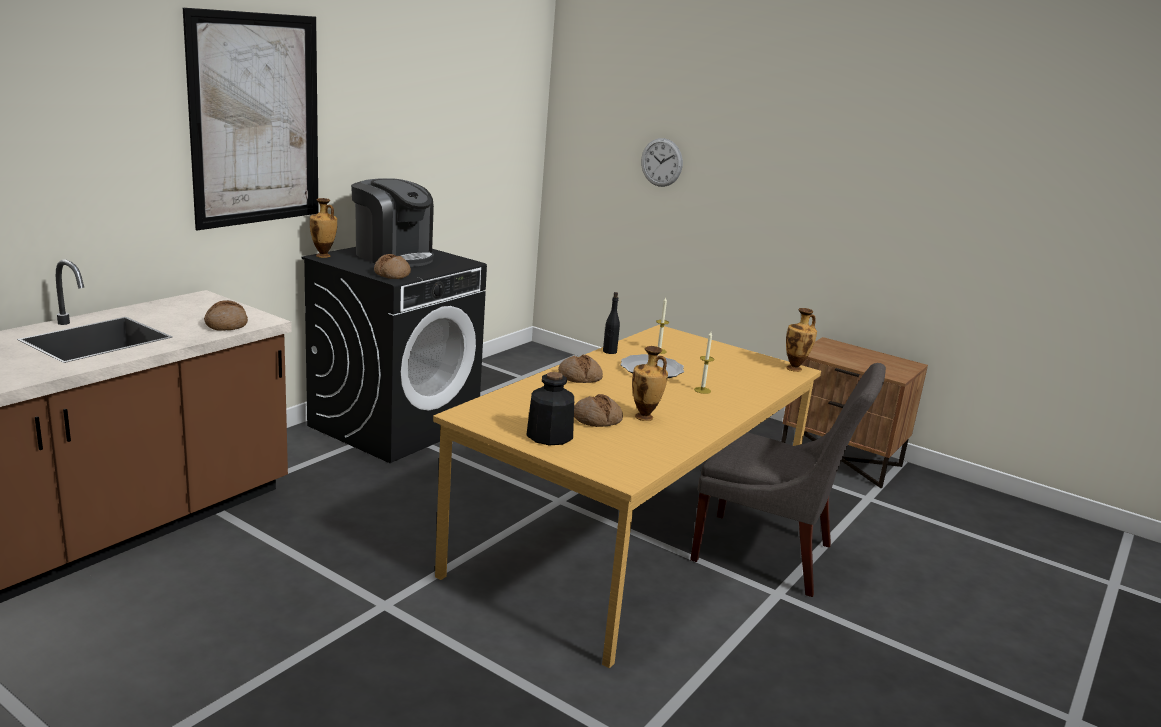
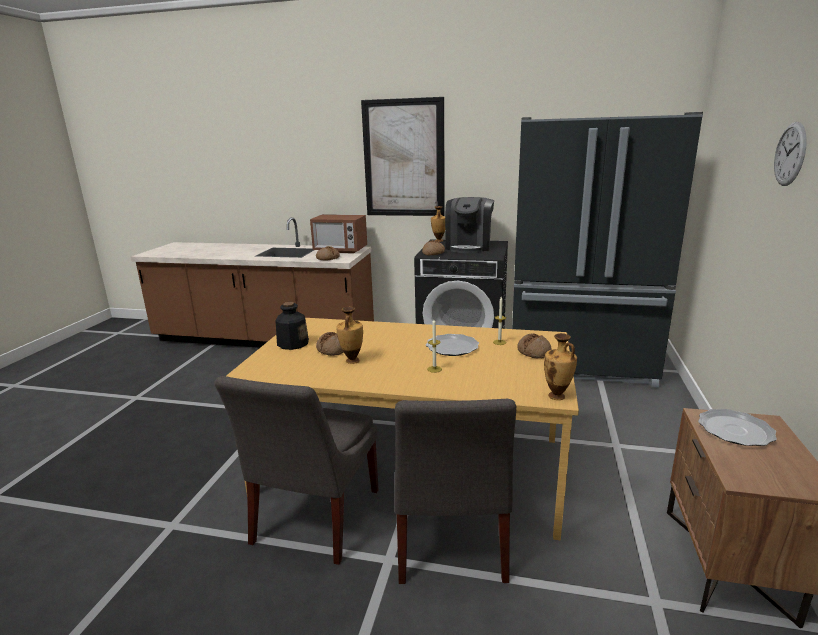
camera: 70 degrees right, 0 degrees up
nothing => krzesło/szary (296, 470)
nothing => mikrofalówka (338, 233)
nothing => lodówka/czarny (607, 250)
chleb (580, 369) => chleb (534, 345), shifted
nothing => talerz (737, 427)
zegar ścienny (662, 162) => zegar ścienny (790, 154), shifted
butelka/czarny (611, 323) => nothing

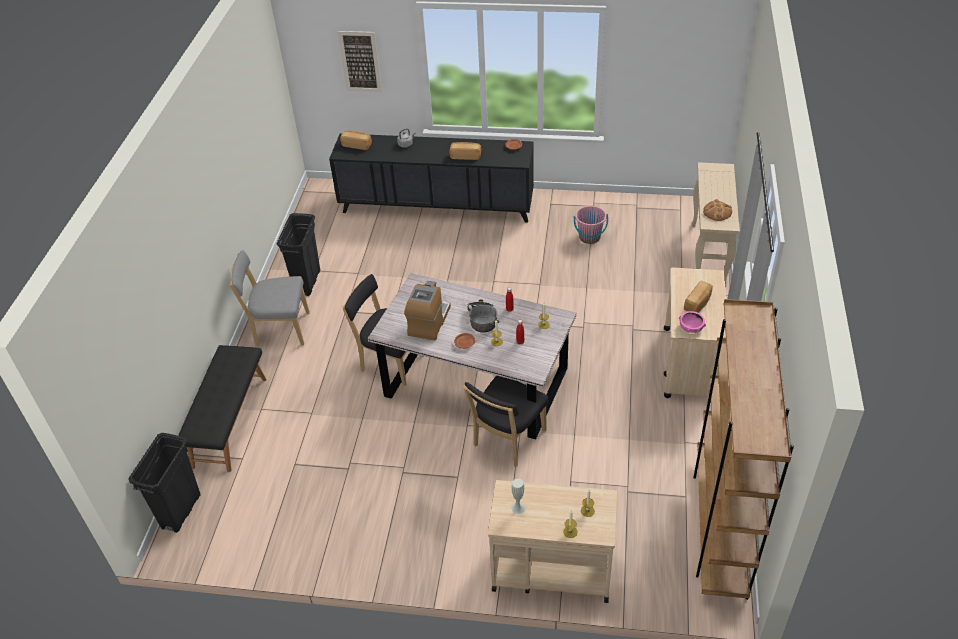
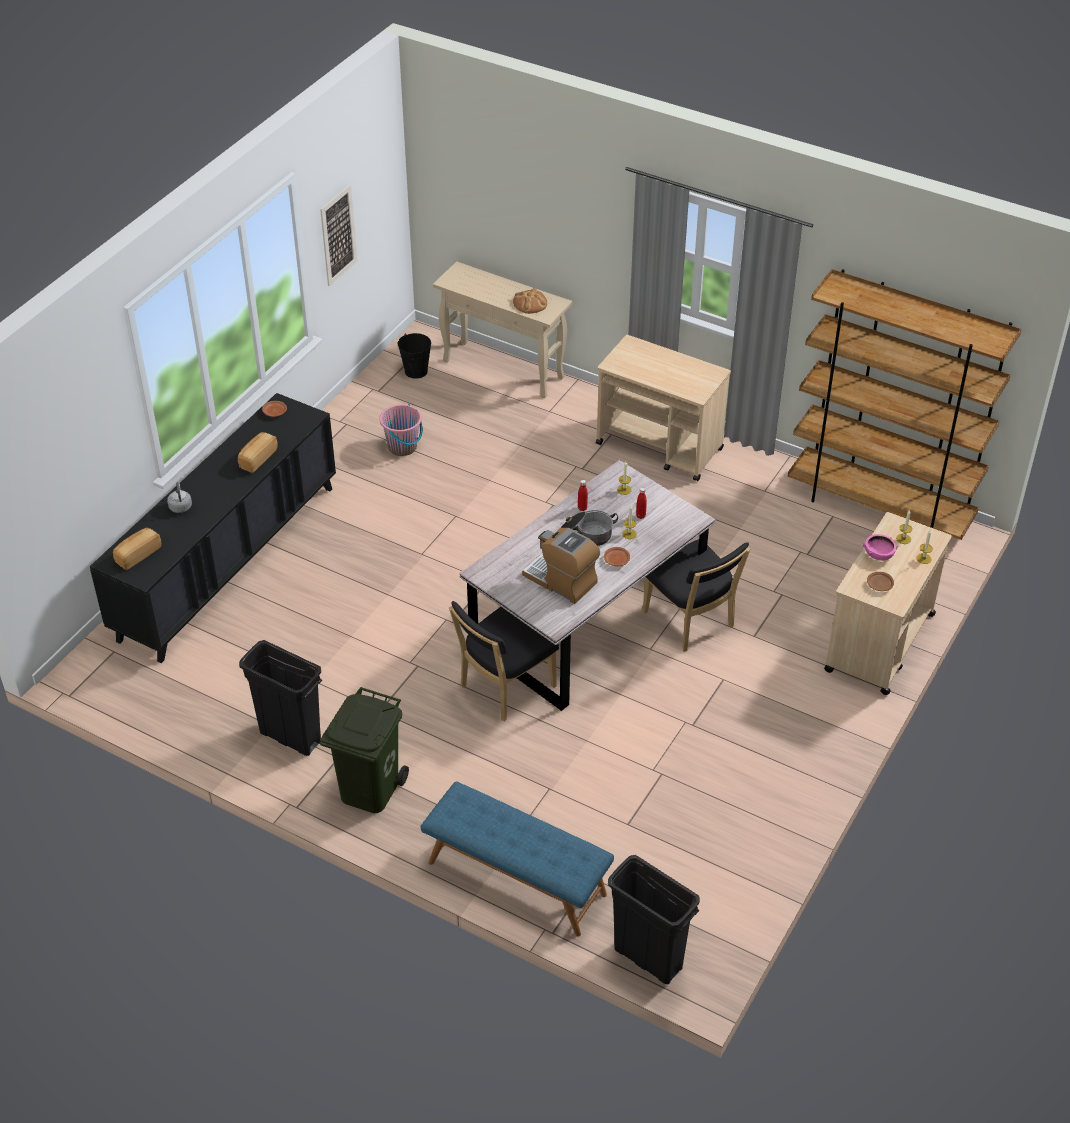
camera: 70 degrees left, 0 degrees up
obraz (359, 61) => obraz (338, 235), shifted
krzesło/szary (269, 298) => kosz na śmieci/zielony (364, 750)
nothing => wiadro/czarny (414, 356)
ławka/czarny (222, 408) => ławka/niebieski (517, 859)
miska/różowy (692, 322) => miska/różowy (880, 547), shifted
wazon/biały (518, 496) => talerz/brązowy (880, 581)
chleb (698, 297) => nothing

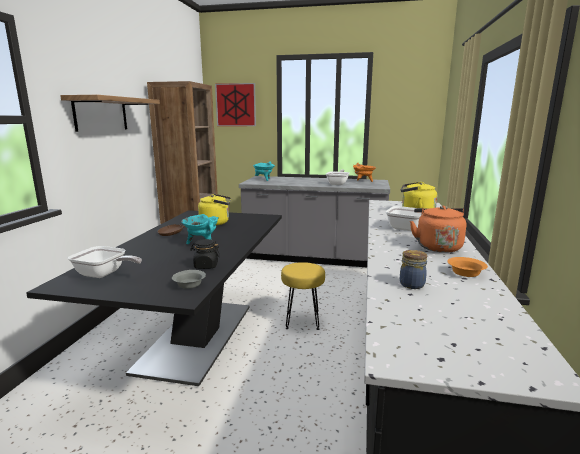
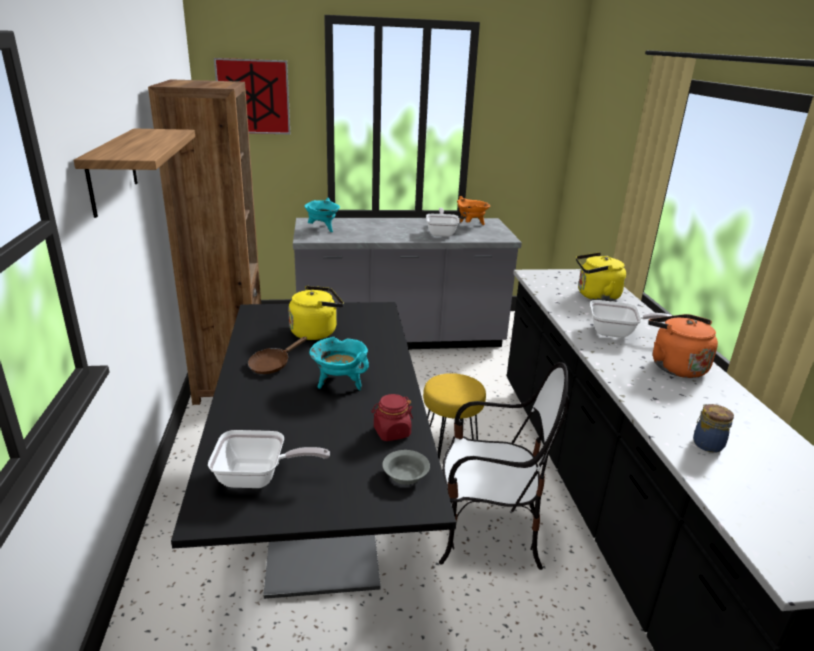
camera: 20 degrees left, 10 degrees up
słoik/czarny (205, 254) => słoik/czerwony (392, 417)
nothing => krzesło (504, 466)
miska/pomarańczowy (467, 267) => nothing

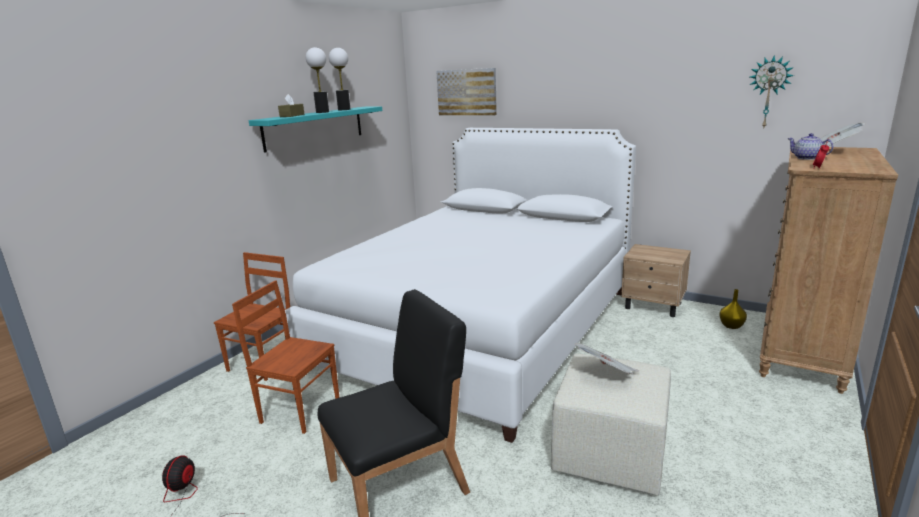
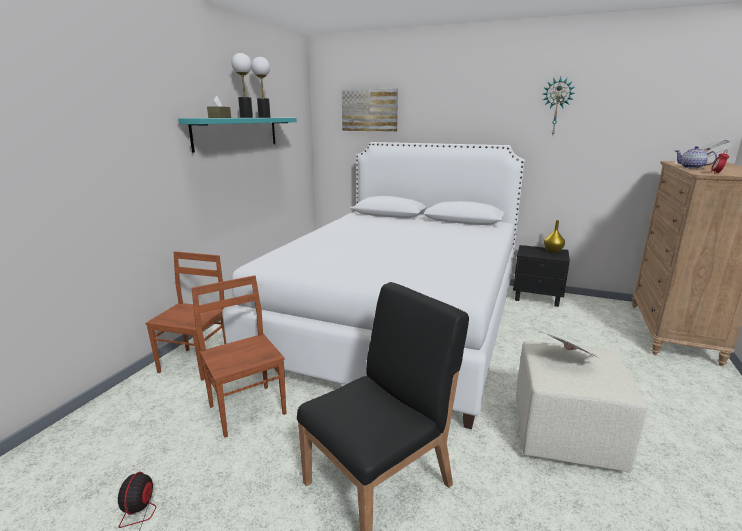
camera: 10 degrees left, 0 degrees up
krzesło/brązowy (285, 357) => krzesło/brązowy (239, 356), 45 degrees clockwise
szafka nocna/beżowy (656, 280) => szafka nocna/czarny (541, 276)
zegar ścienny (772, 91) => zegar ścienny (559, 105), shifted
wazon/żółty (733, 309) => wazon/żółty (554, 236), shifted

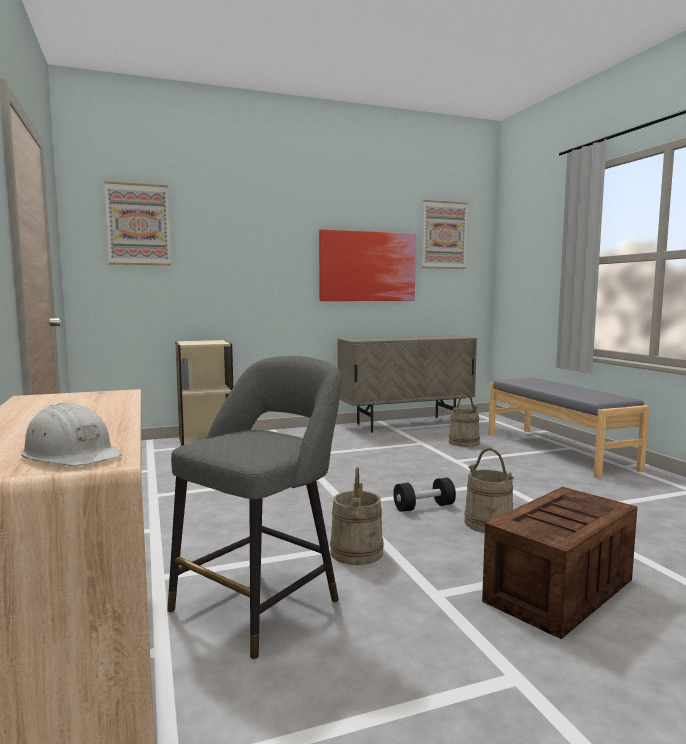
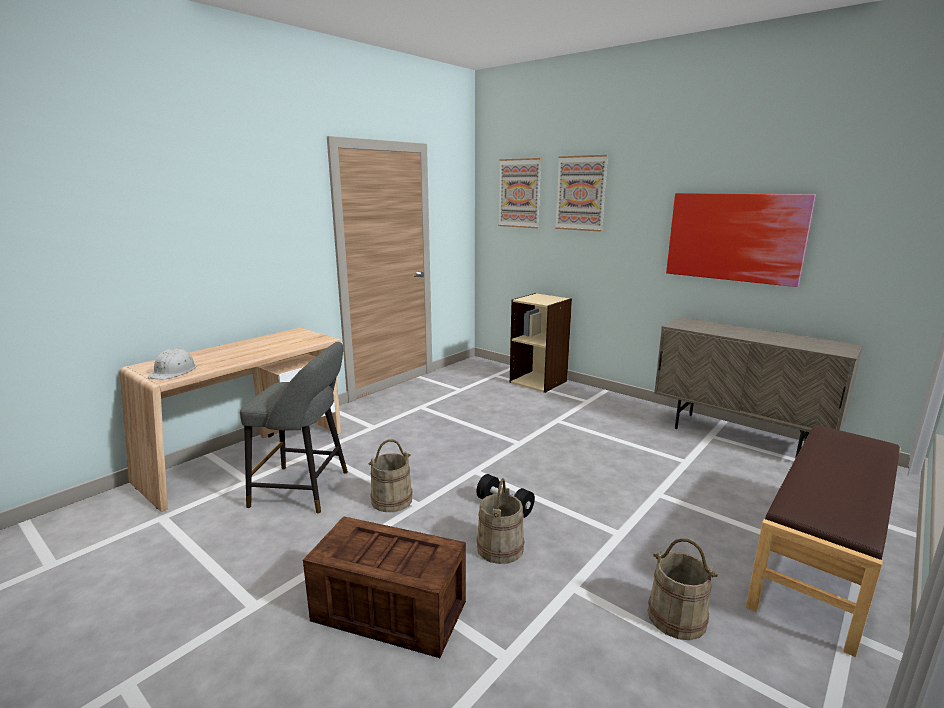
camera: 60 degrees right, 10 degrees up
obraz (445, 234) => obraz (581, 193), shifted
wiadro/beżowy (464, 420) => wiadro/beżowy (683, 589), shifted
ławka/szary (569, 428) => ławka/brązowy (823, 541)

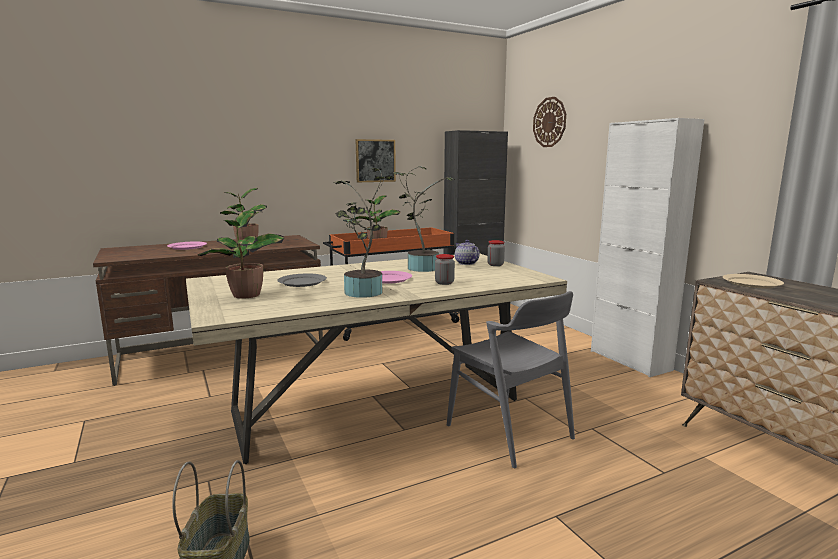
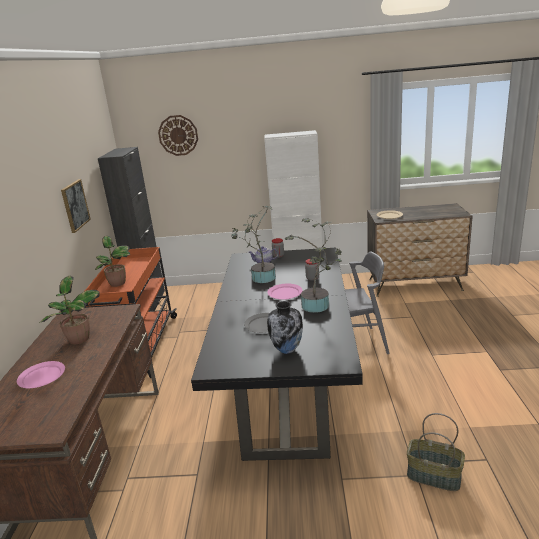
camera: 60 degrees left, 10 degrees up
stół jadalny/beżowy (376, 358) => stół jadalny/czarny (277, 354)
roślina doniczkowa (241, 254) => wazon (285, 327)

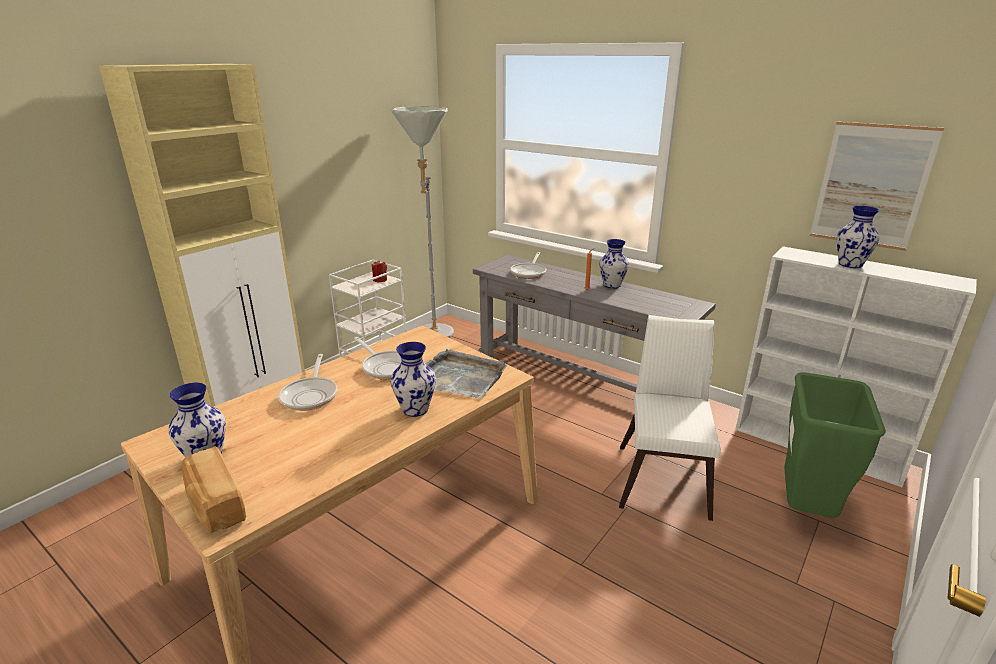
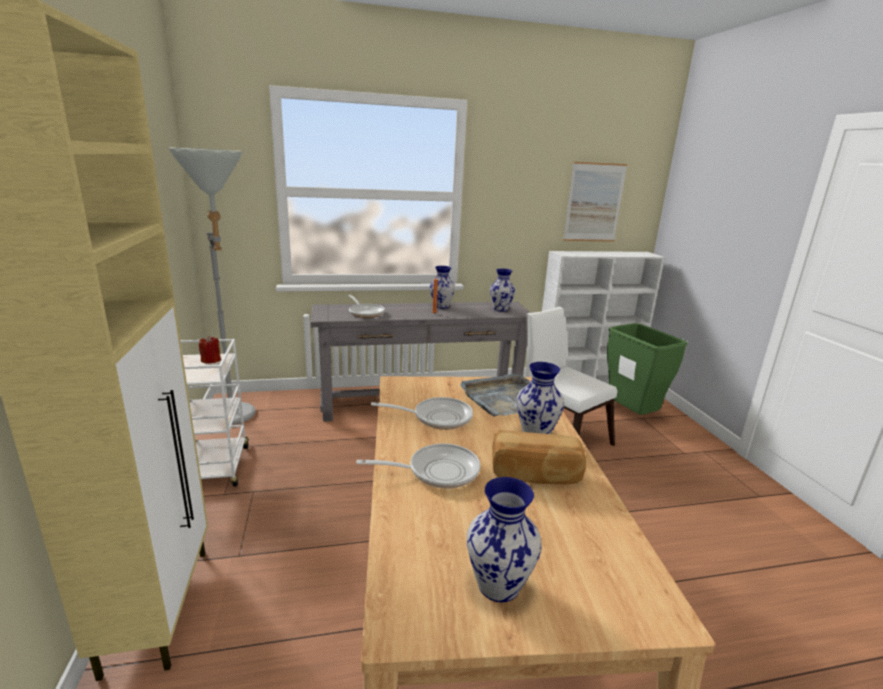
camera: 50 degrees left, 5 degrees down
patelnia (307, 382) => patelnia (419, 465), 45 degrees counterclockwise
wazon (858, 236) => wazon (502, 290), shifted
chleb (214, 489) => chleb (539, 457), shifted

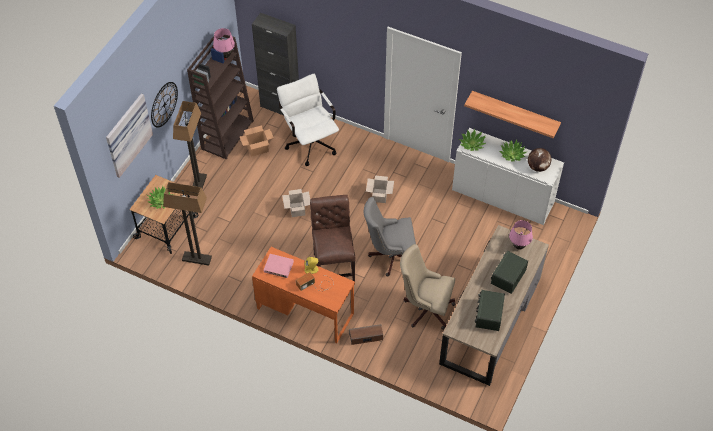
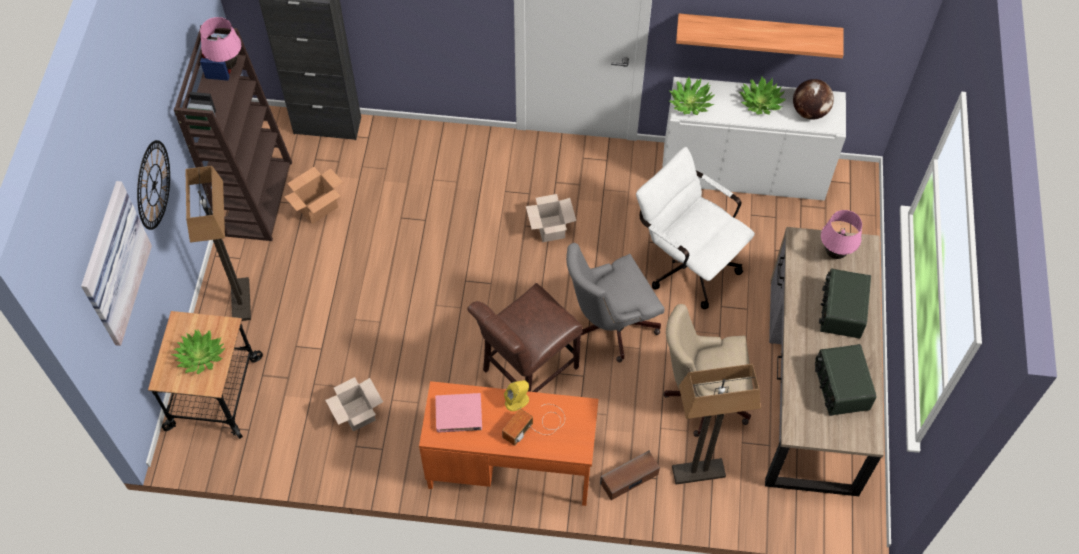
camera: 20 degrees left, 5 degrees up
karton (296, 203) => karton (354, 404), shifted
krzesło/brązowy (333, 240) => krzesło/brązowy (525, 337), 105 degrees counterclockwise
krzesło biurowe/biały (308, 120) => krzesło biurowe/biały (695, 228), shifted
lampa stojąca (187, 224) => lampa stojąca (716, 424), shifted

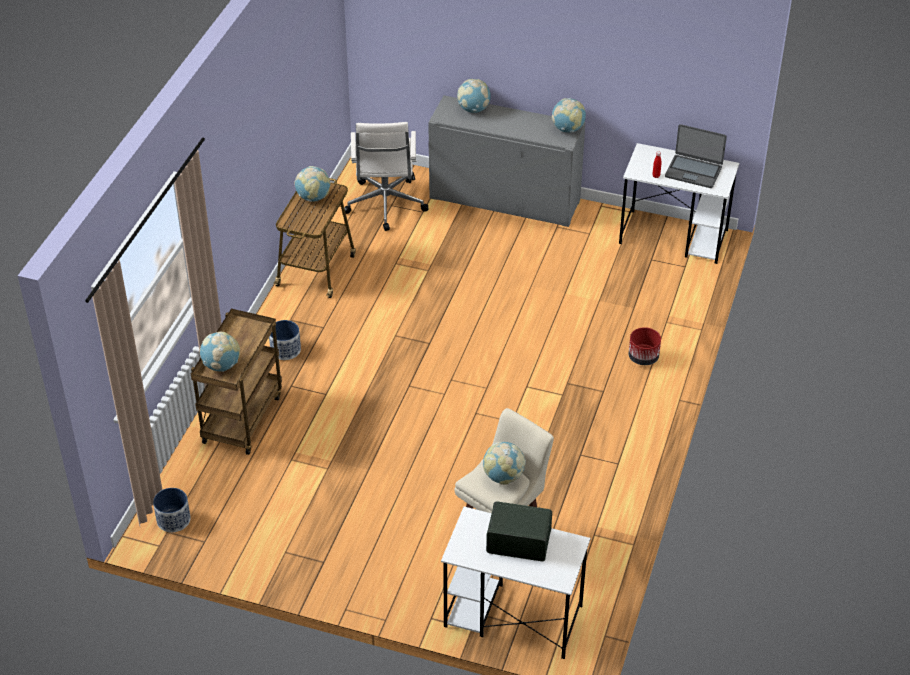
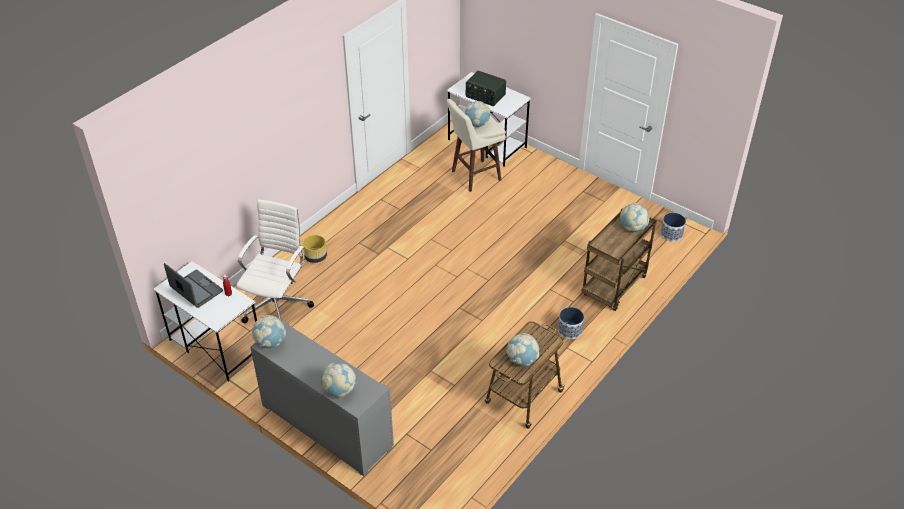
camera: 160 degrees left, 0 degrees up
krzesło biurowe/biały (386, 176) => krzesło biurowe/biały (275, 262), shifted
donica/czerwony (644, 346) => donica/żółty (315, 249)

